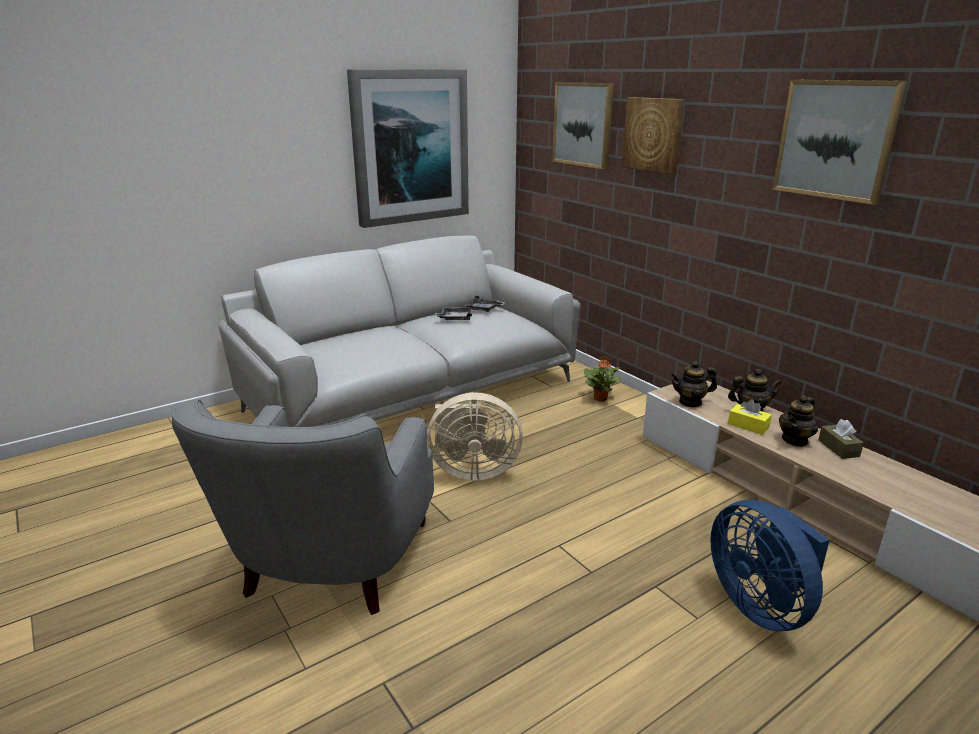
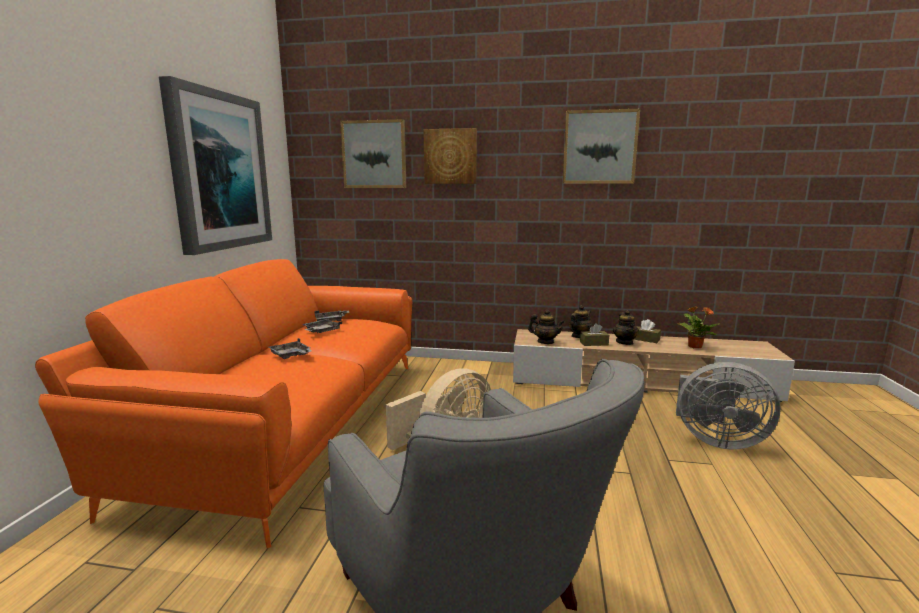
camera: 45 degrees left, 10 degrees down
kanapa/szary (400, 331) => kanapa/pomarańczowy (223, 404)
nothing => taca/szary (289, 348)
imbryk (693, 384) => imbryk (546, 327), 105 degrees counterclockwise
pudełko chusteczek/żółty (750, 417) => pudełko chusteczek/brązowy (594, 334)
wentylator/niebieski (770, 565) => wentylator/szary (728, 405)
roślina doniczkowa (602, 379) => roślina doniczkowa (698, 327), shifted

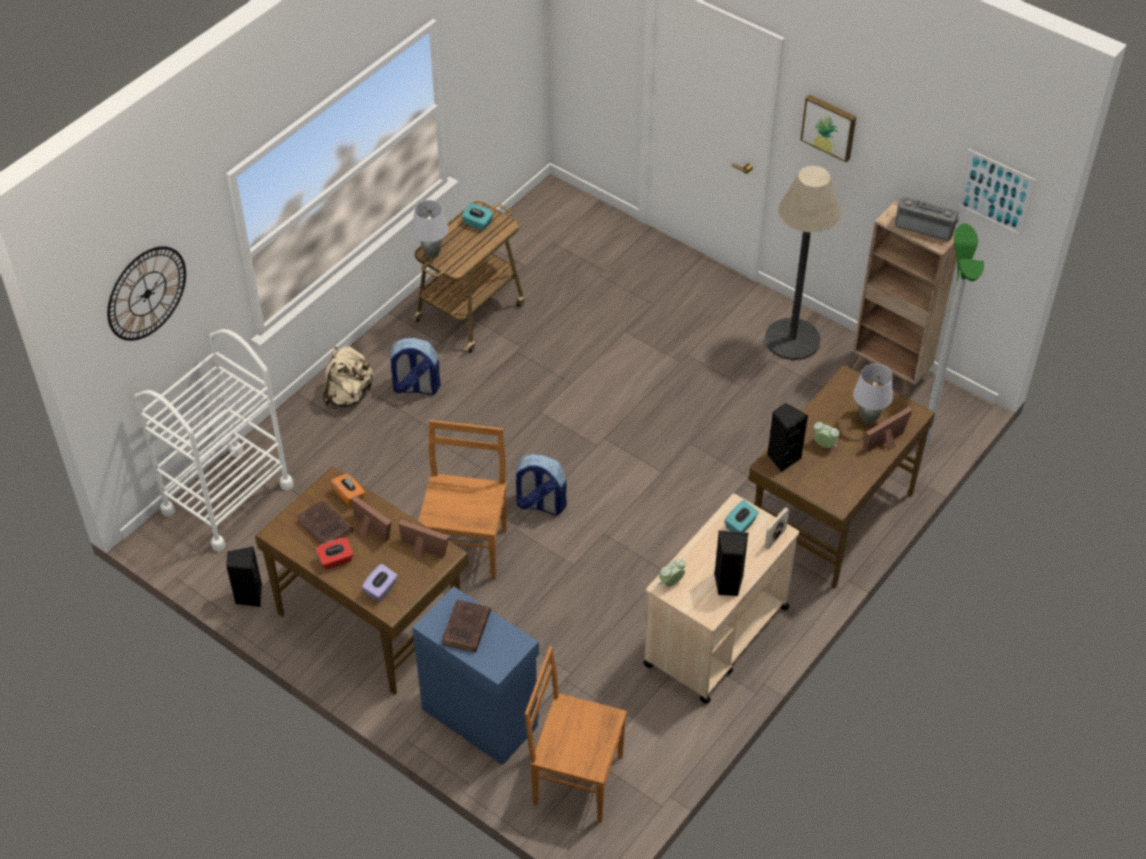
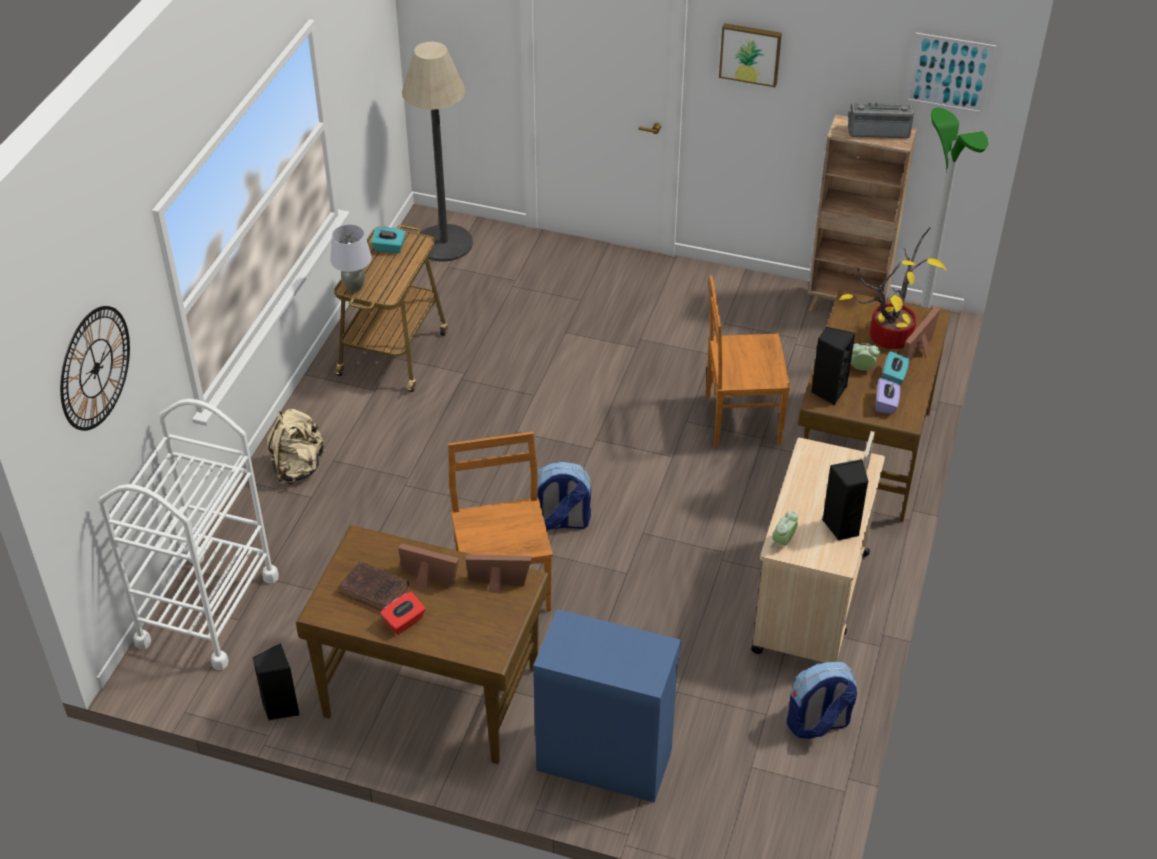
camera: 20 degrees left, 5 degrees down
lampa stojąca (803, 263) => lampa stojąca (437, 152), shifted
krzesło/brązowy (576, 734) => krzesło/brązowy (748, 361), shifted
plecak (414, 366) => plecak (822, 700), shifted
lampa stołowa/szary (873, 394) => roślina doniczkowa (892, 288)
pudełko chusteczek/fioletowy (380, 582) => pudełko chusteczek/fioletowy (888, 396), shifted
pudełko chusteczek/turkusowy (741, 516) => pudełko chusteczek/turkusowy (895, 368), shifted
pudełko chusteczek/pomarańczowy (348, 490) => nothing
książka/brązowy (466, 626) => nothing

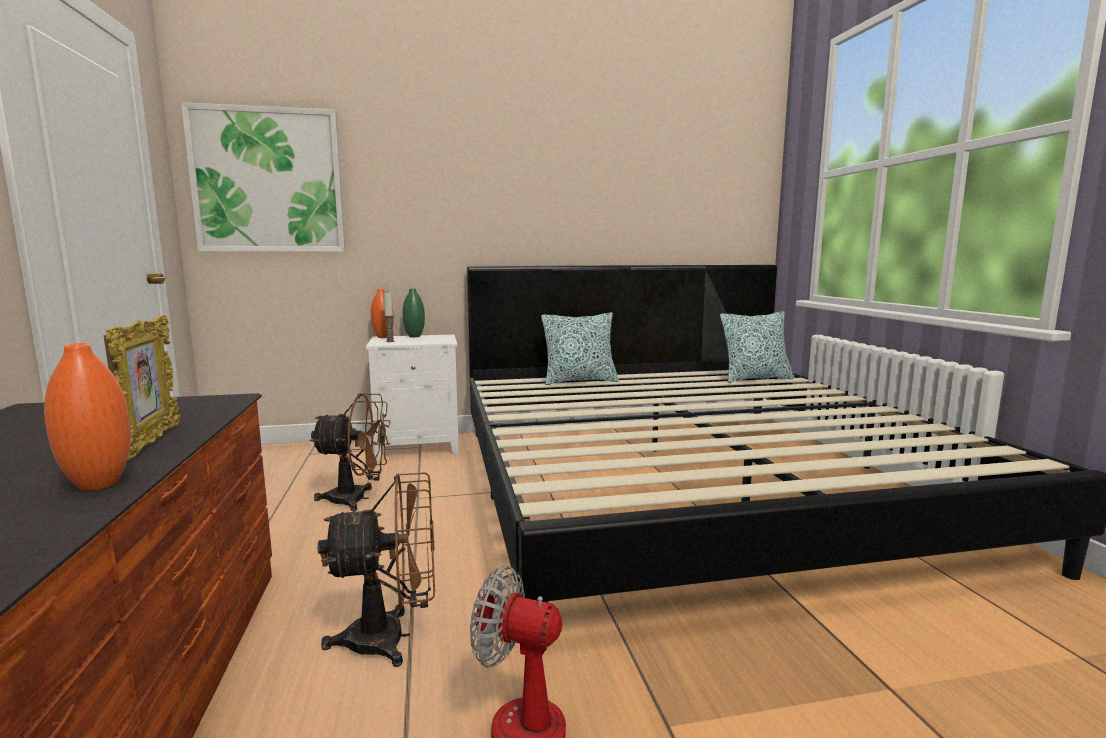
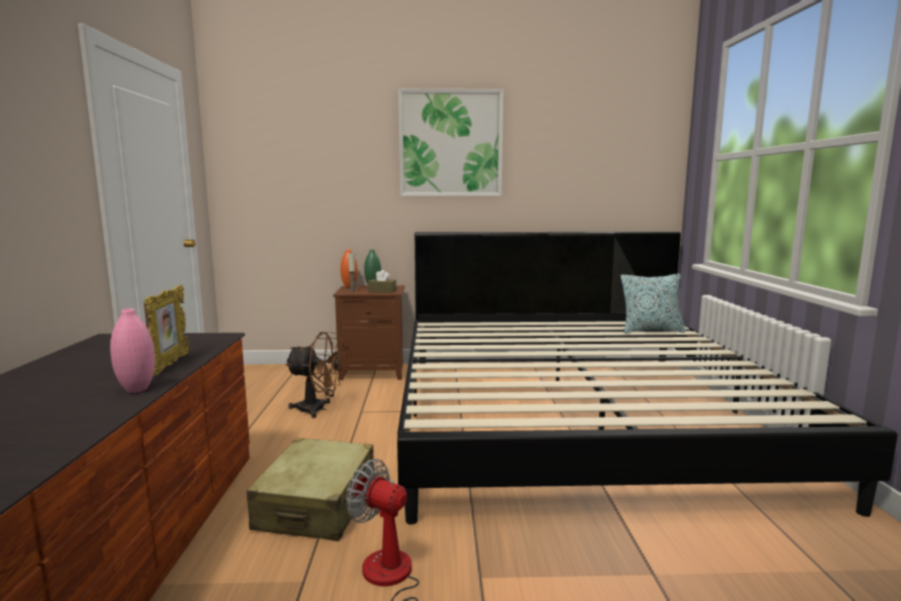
camera: 10 degrees right, 0 degrees up
wazon/pomarańczowy (87, 417) => wazon/różowy (132, 351)
wentylator/brązowy (376, 569) => walizka/beżowy (310, 489)
szafka nocna/biały (412, 397) => szafka nocna/brązowy (369, 332)
nothing => pudełko chusteczek/brązowy (382, 281)
obraz (263, 177) => obraz (451, 142), shifted
poduszka (580, 348) => nothing

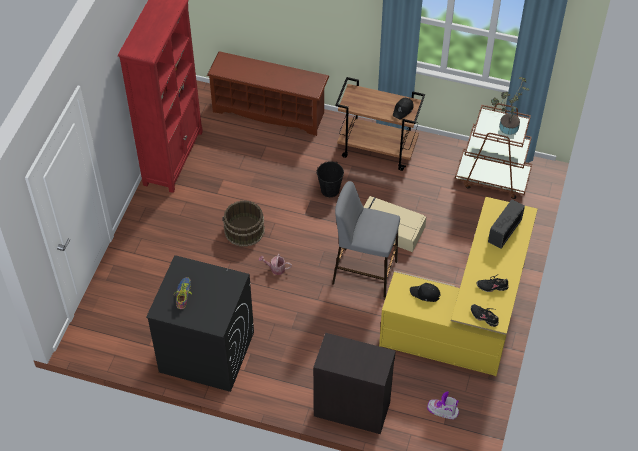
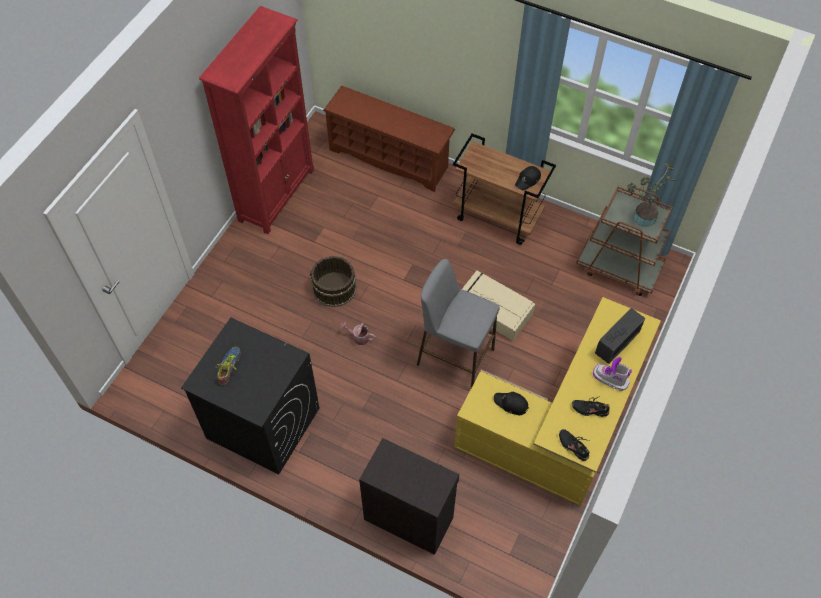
camera: 10 degrees right, 5 degrees up
but z cholewką (443, 405) => but z cholewką (612, 374), shifted
wiadro/czarny (330, 179) => nothing

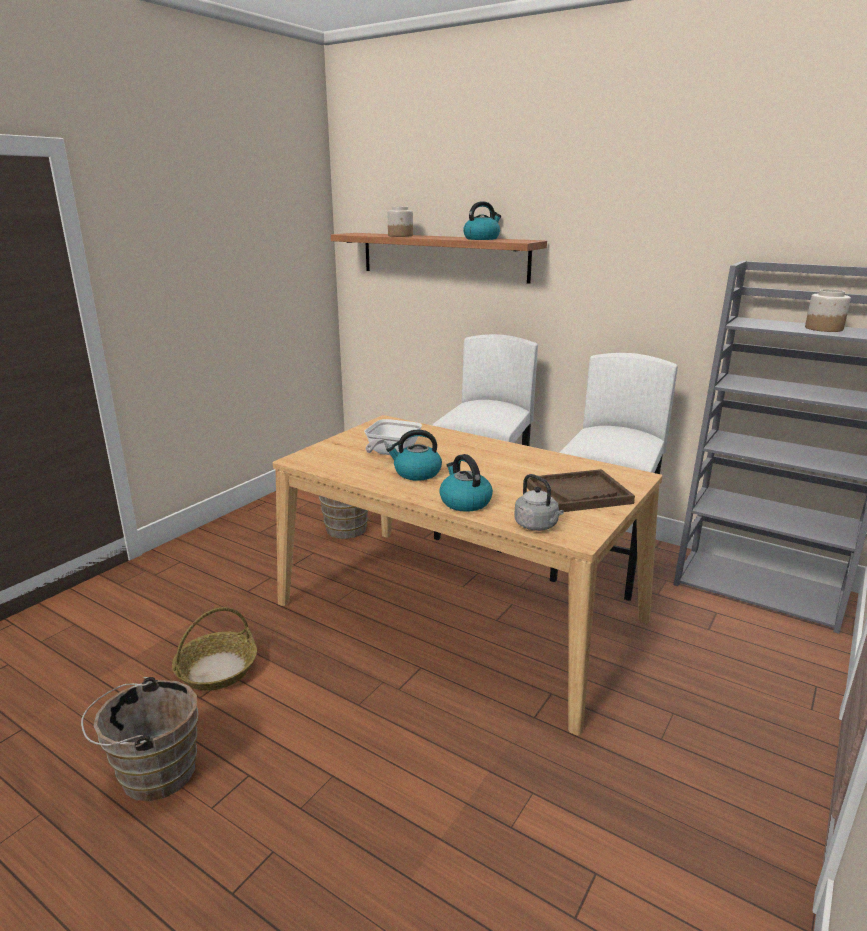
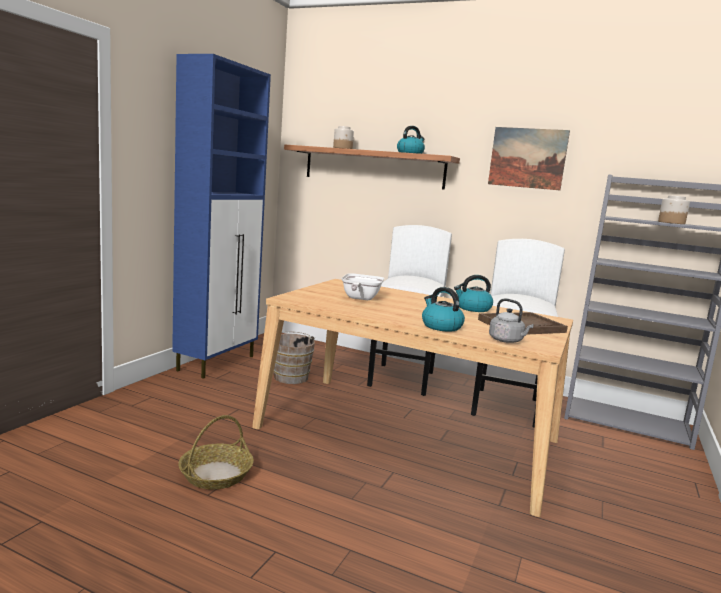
camera: 10 degrees left, 10 degrees down
nothing => szafka/niebieski (221, 216)
czajnik (414, 455) => czajnik (473, 293), shifted
nothing => obraz (529, 158)
wiadro/brązowy (140, 739) => nothing

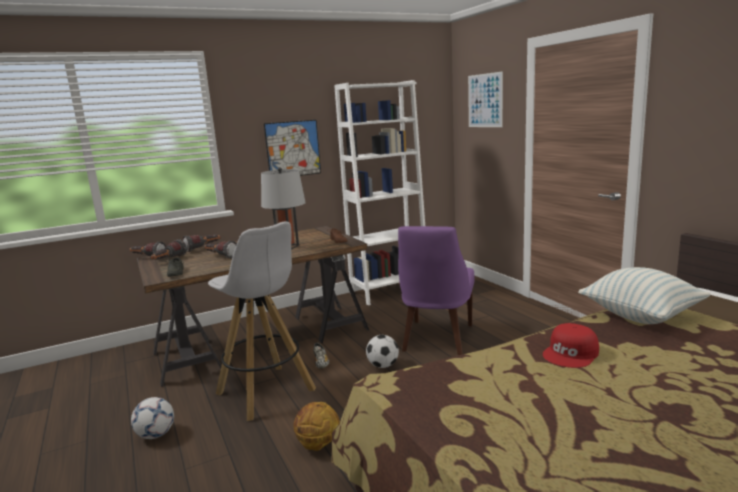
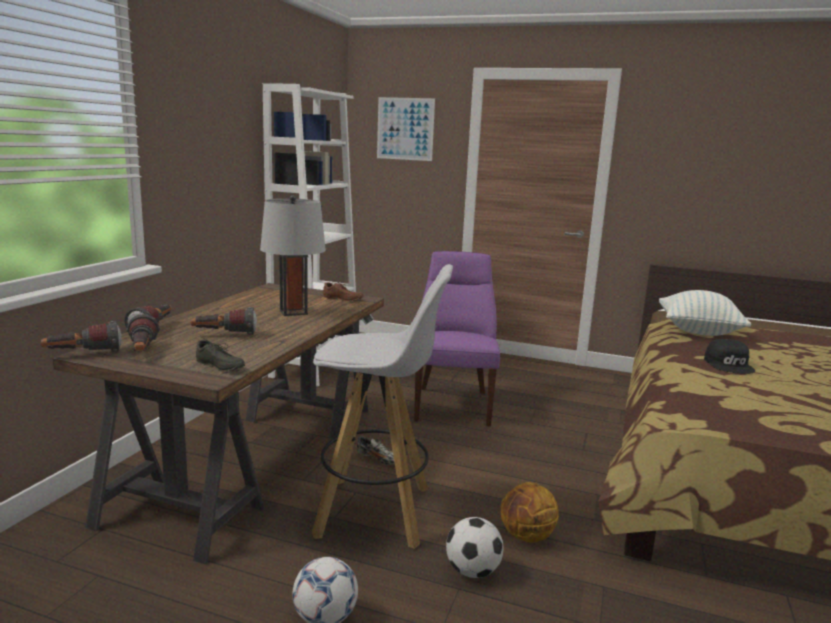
camera: 45 degrees left, 0 degrees up
krzesło/fioletowy (436, 290) => krzesło/fioletowy (457, 338), 150 degrees counterclockwise
piłka futbolowa (382, 351) => piłka futbolowa (475, 547), shifted
czapka z daszkiem/czerwony (571, 345) => czapka z daszkiem/czarny (729, 356)
obraz (292, 148) => nothing

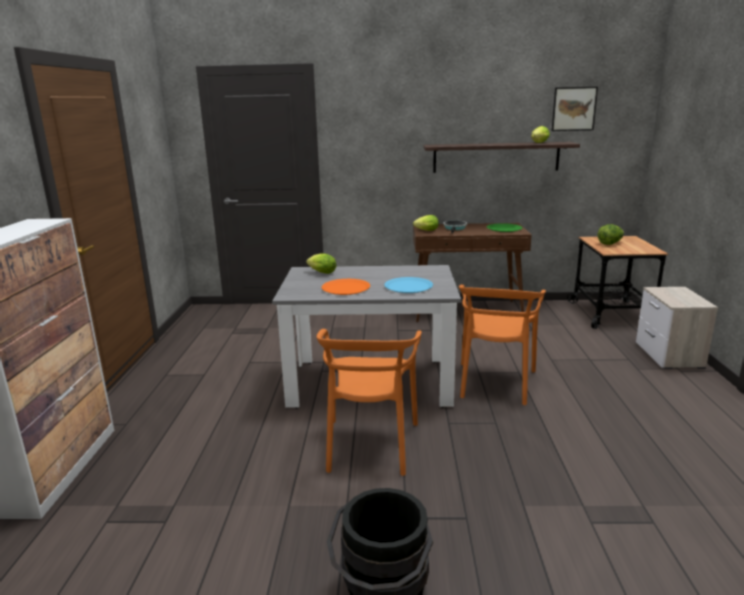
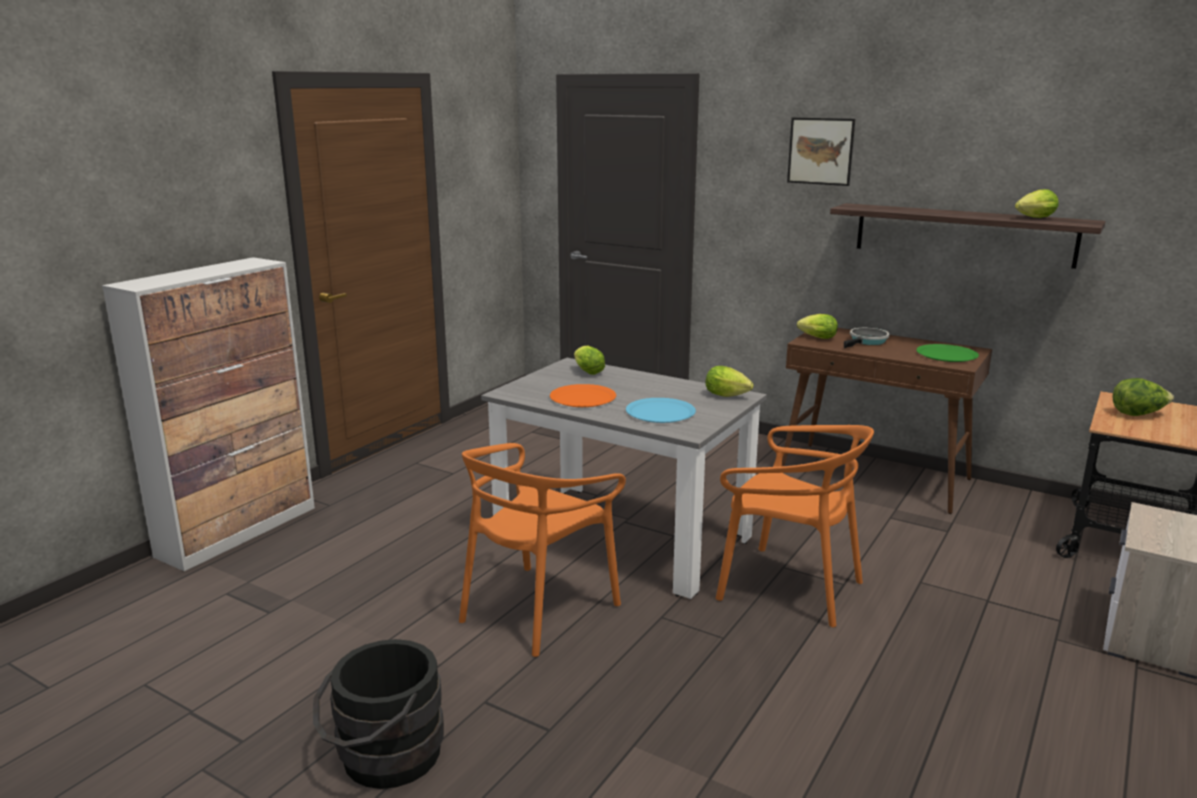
camera: 30 degrees right, 0 degrees up
nothing => sałata (729, 381)
krzesło/pomarańczowy (502, 344) => krzesło/pomarańczowy (795, 526), 105 degrees counterclockwise
obraz (575, 109) => obraz (821, 151), shifted

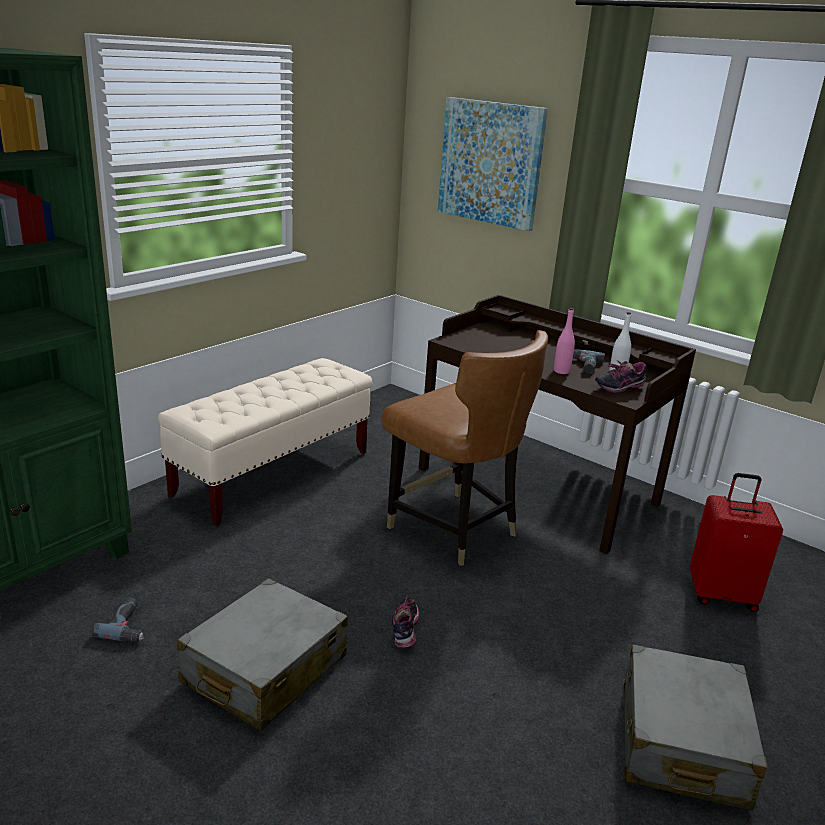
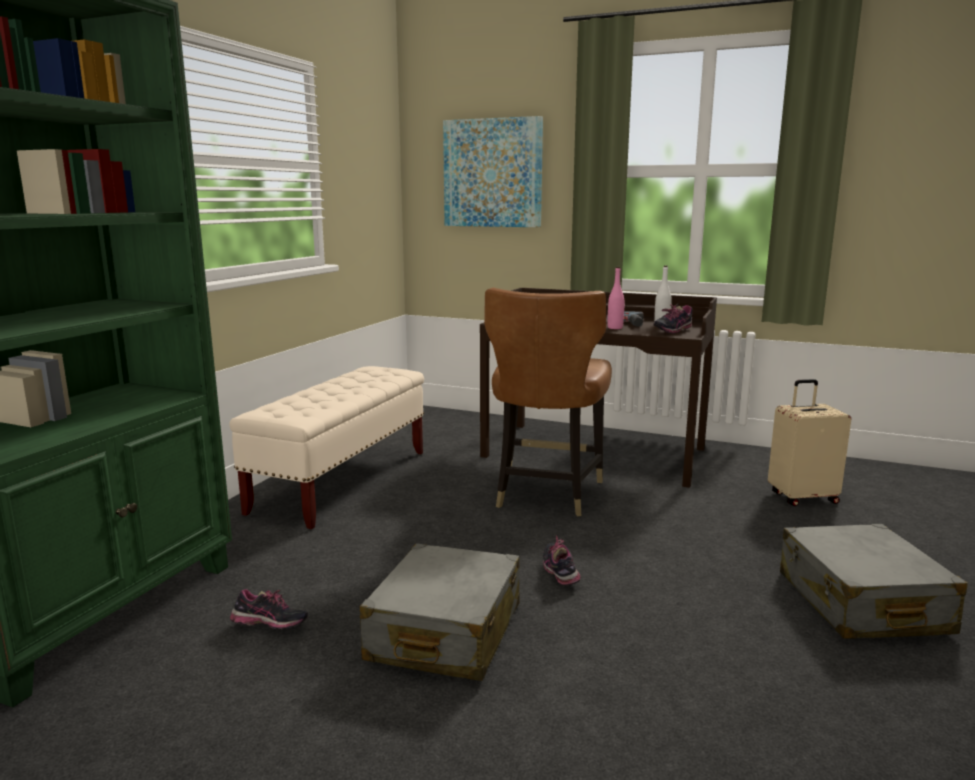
camera: 15 degrees left, 10 degrees down
wiertarka (118, 620) => but (269, 609)
krzesło/brązowy (465, 448) => krzesło/brązowy (548, 402), 75 degrees clockwise
walizka/czerwony (736, 542) => walizka/beżowy (809, 442)

